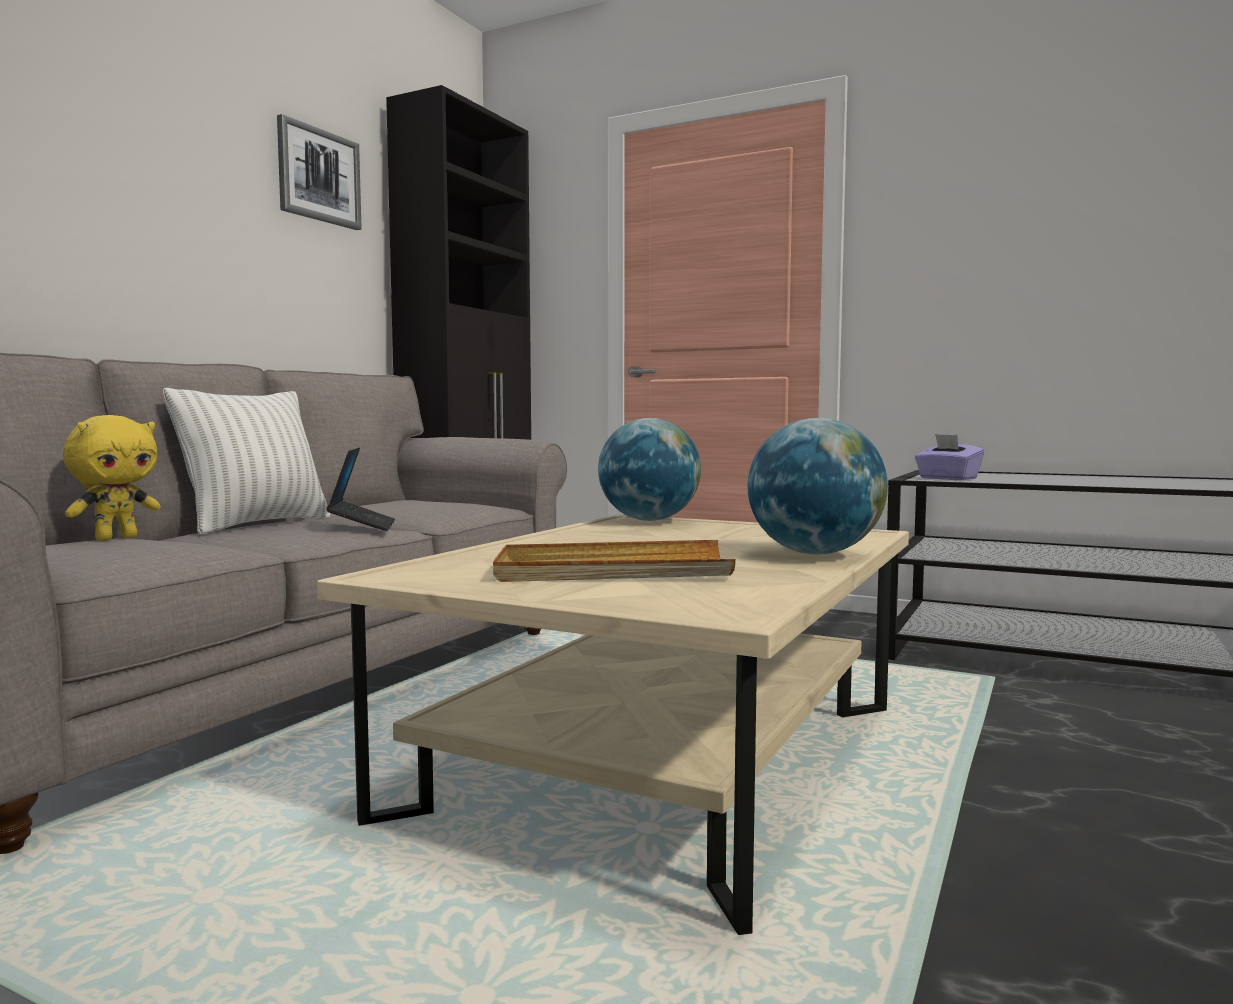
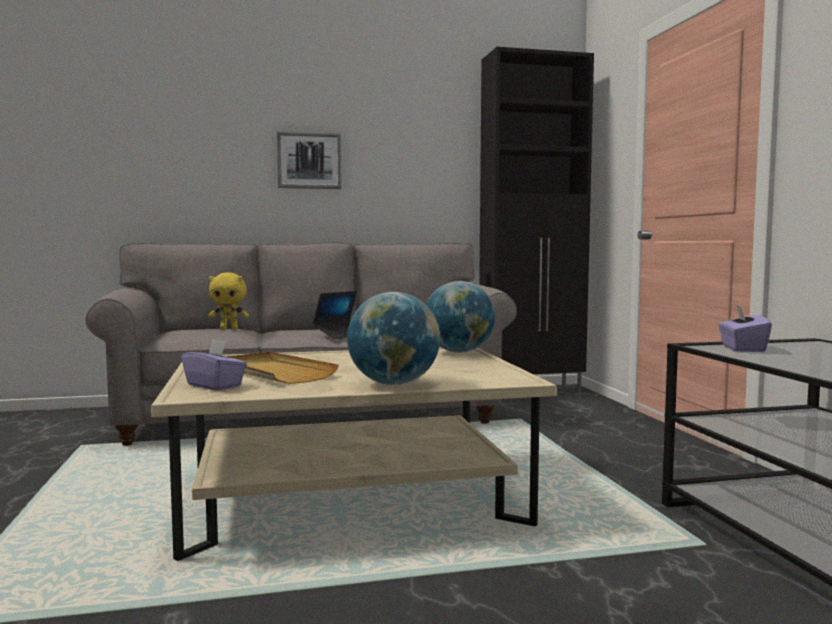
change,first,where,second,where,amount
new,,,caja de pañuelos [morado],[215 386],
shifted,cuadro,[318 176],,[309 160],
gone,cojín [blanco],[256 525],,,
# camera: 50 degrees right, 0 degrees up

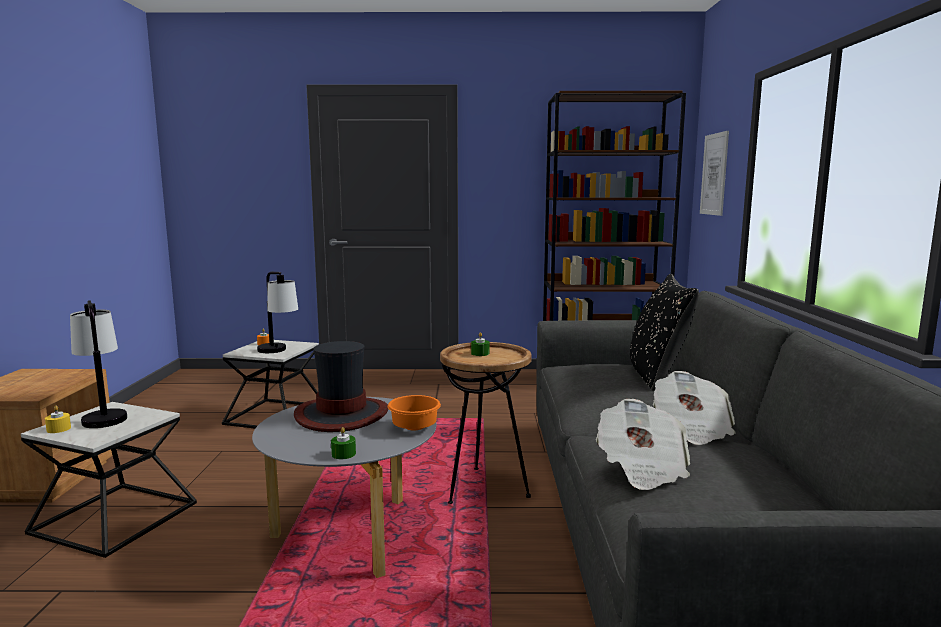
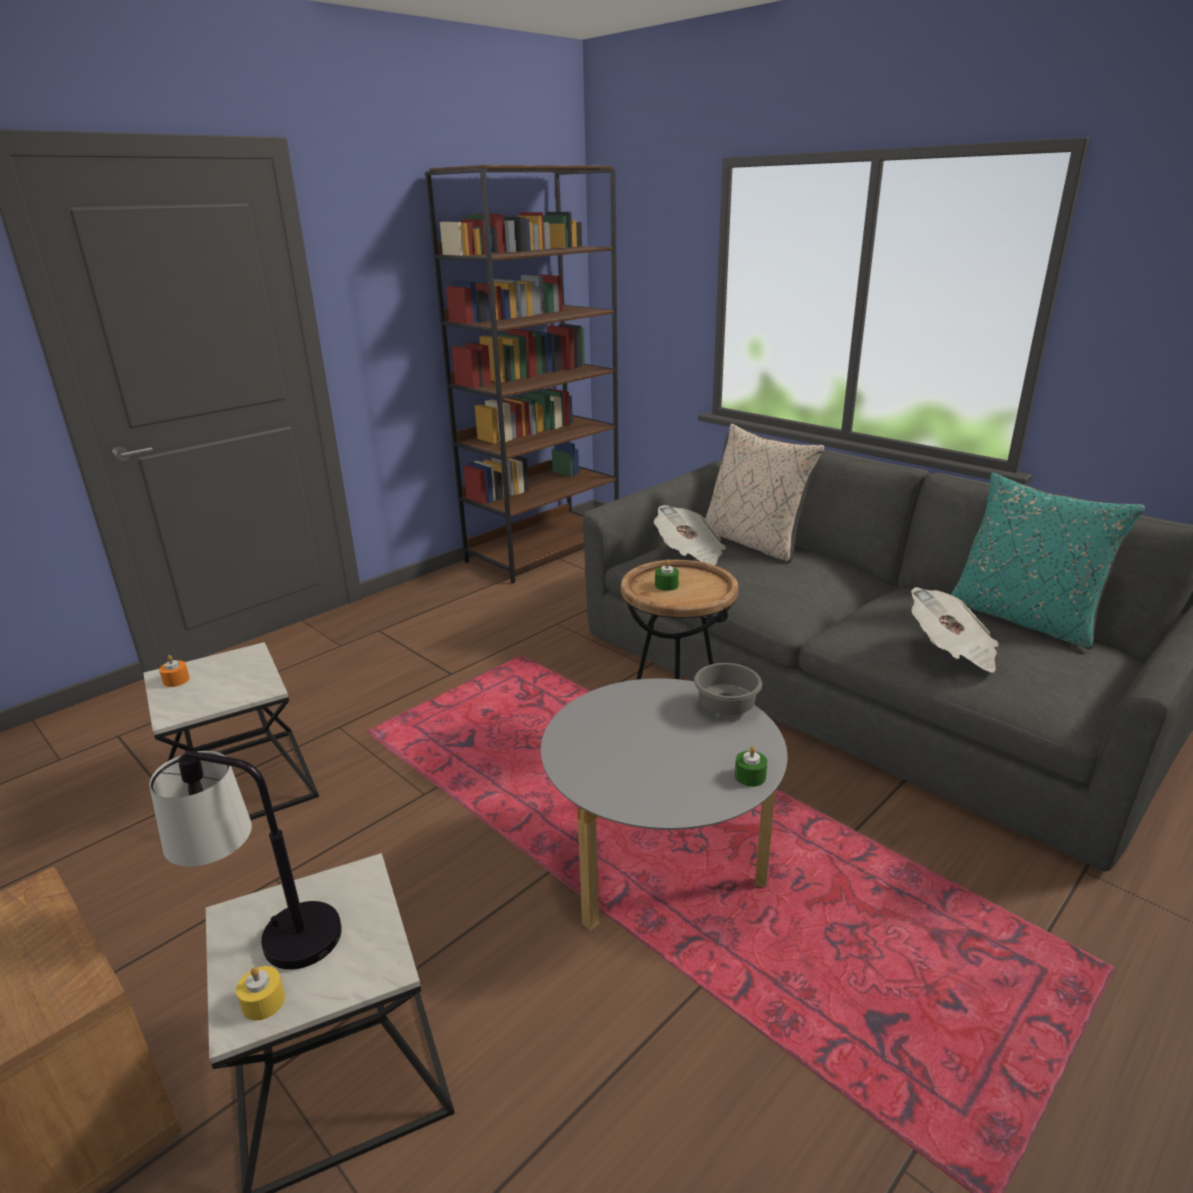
change,first,where,second,where,amount
shifted,periódico,[692 428],,[690 553],
repainted,cuenco [naranja],[414 428],cuenco [gris],[728 708],
repainted,cojín [negro],[657 375],cojín [beis],[754 542],
new,,,cojín [turquesa],[1023 619],
gone,lámpara de mesa,[279 352],,,
gone,sombrero,[341 415],,,
gone,cuadro,[714 174],,,
# camera: 45 degrees left, 15 degrees up

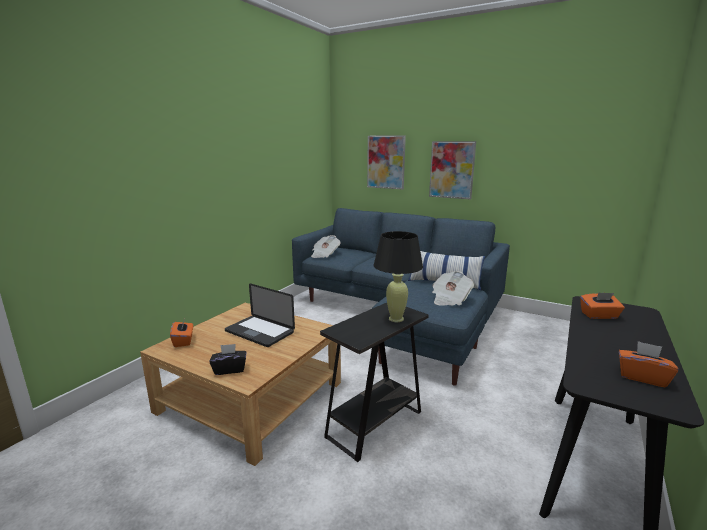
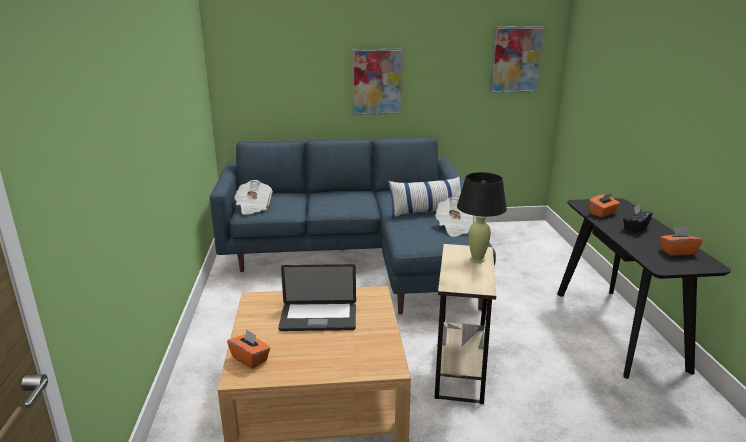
change,first,where,second,where,amount
repainted,mesa auxiliar [negro],[374 424],mesa auxiliar [beis],[460 369],
shifted,cuadro,[386 162],,[516 60],
shifted,caja de pañuelos [negro],[230 369],,[635 228],
# camera: 35 degrees left, 5 degrees up

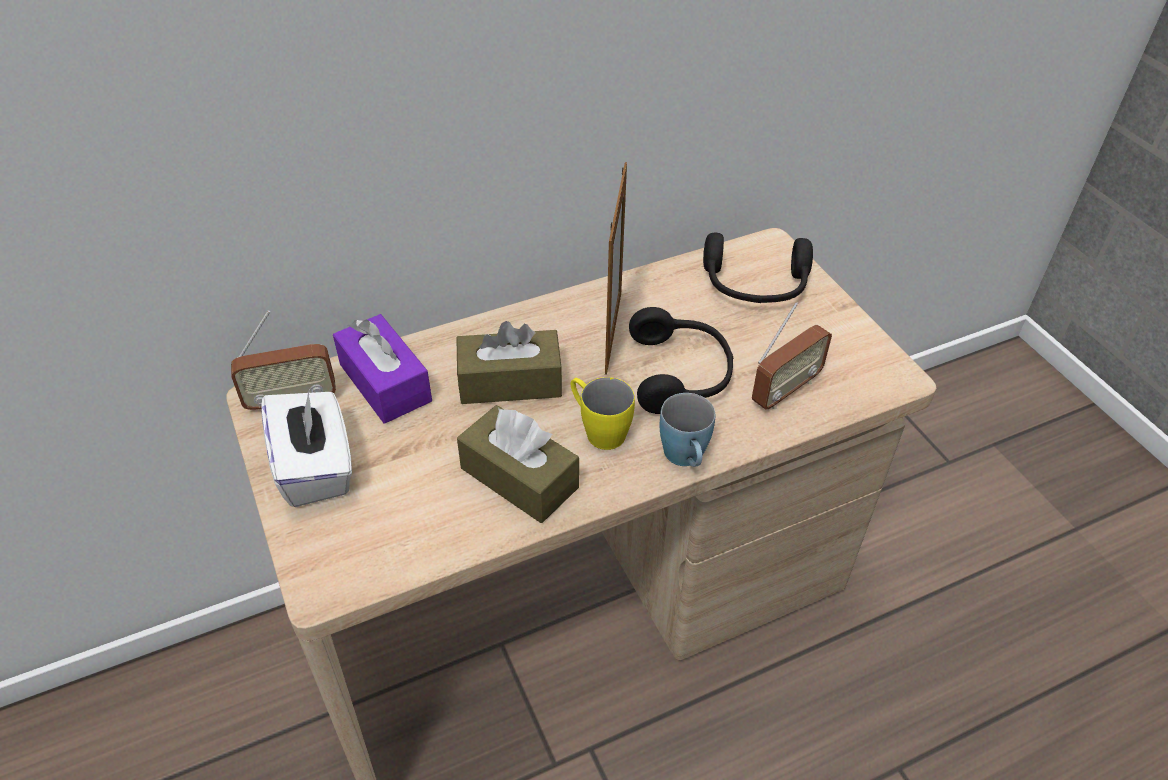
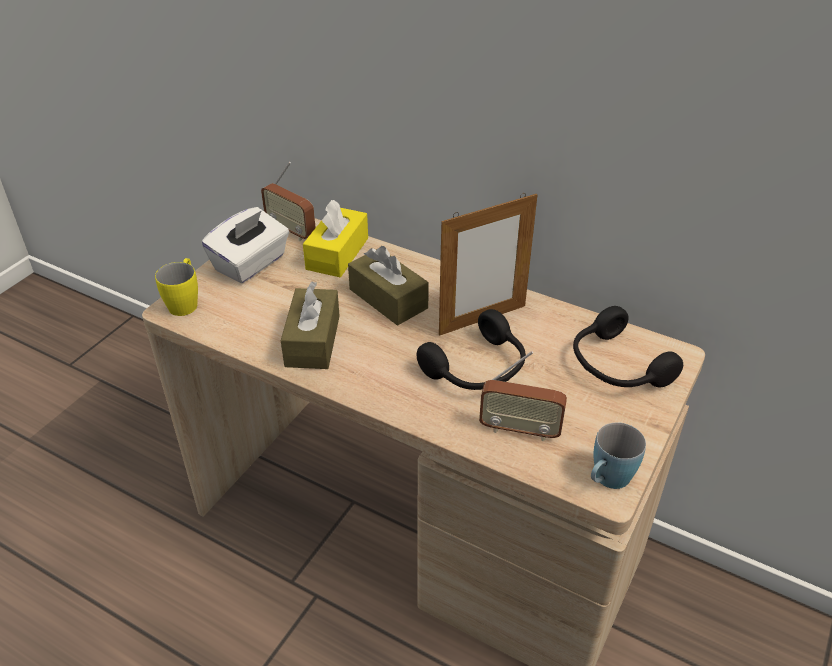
change,first,where,second,where,amount
shifted,taza grande [amarillo],[598 429],,[185 302],
repainted,caja de pañuelos [morado],[385 383],caja de pañuelos [amarillo],[337 253],
shifted,taza grande [azul],[686 459],,[607 480],
# camera: 55 degrees right, 5 degrees down

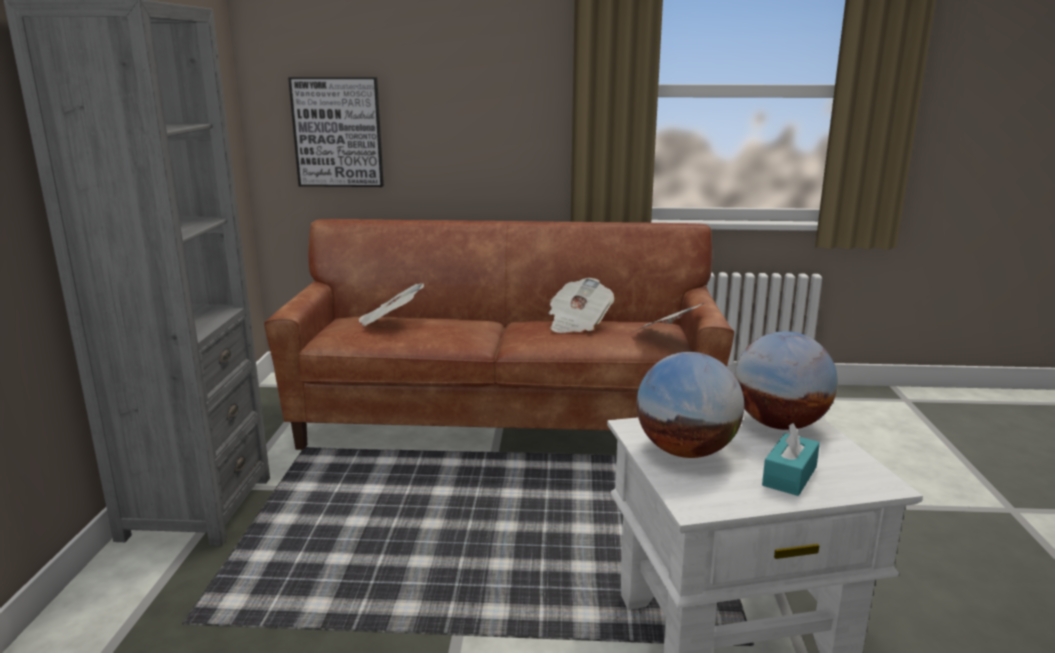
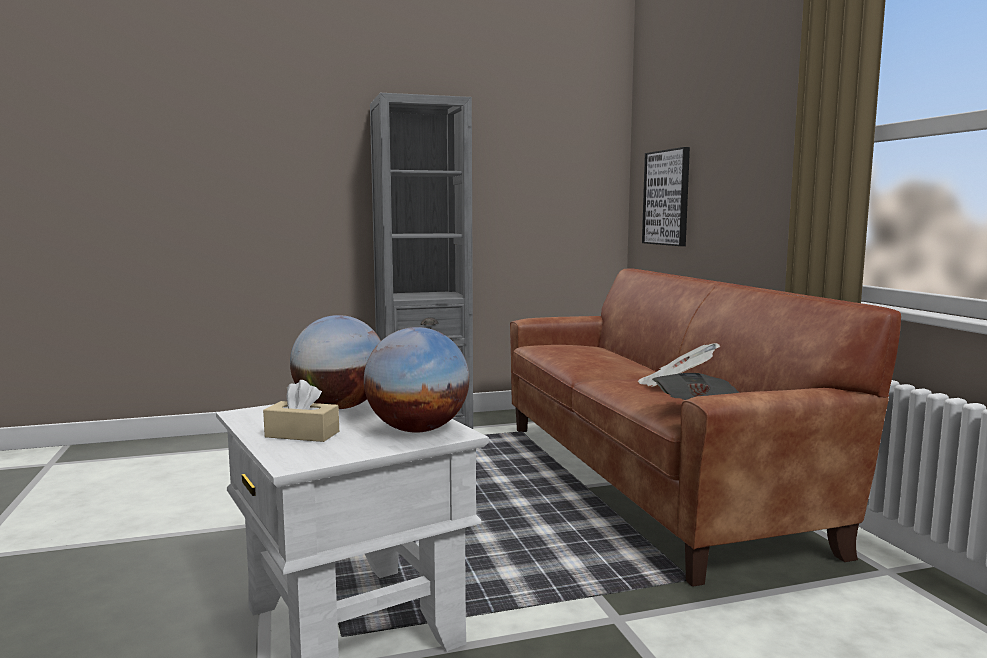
change,first,where,second,where,amount
repainted,caja de pañuelos [turquesa],[789 476],caja de pañuelos [beis],[302 434],
gone,periódico,[390 322],,,
# camera: 70 degrees right, 10 degrees down

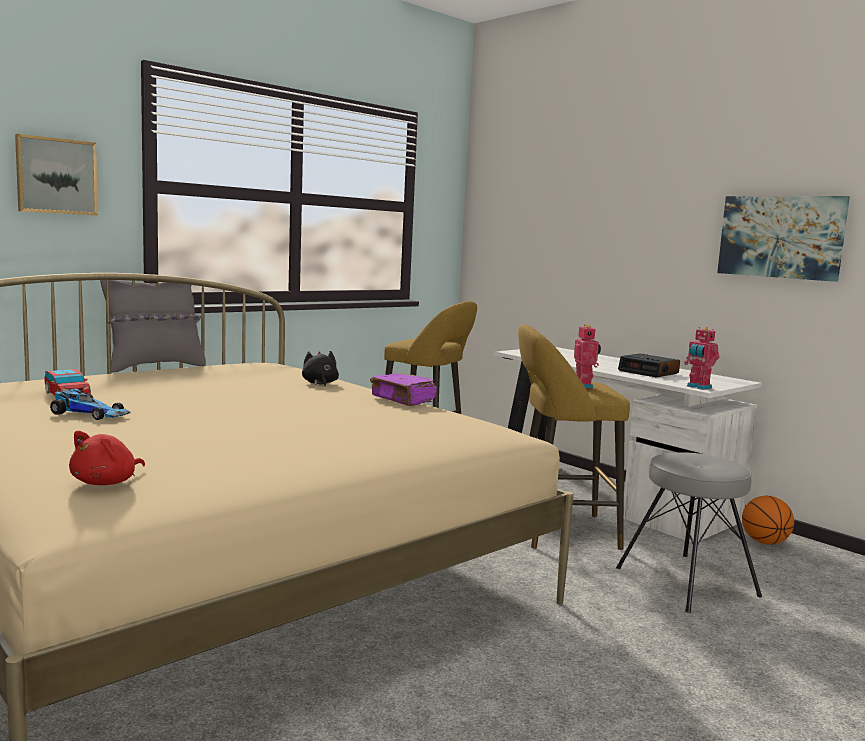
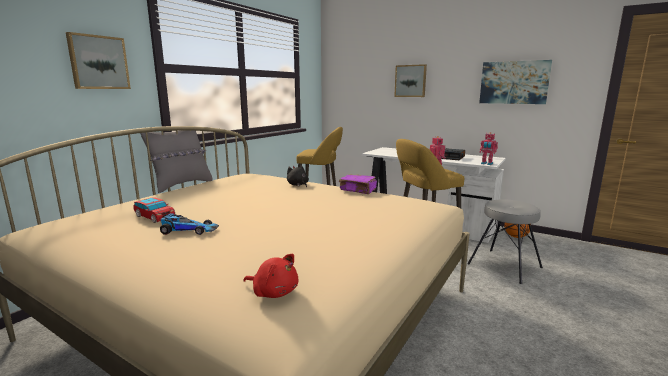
change,first,where,second,where,amount
rotated,peluche [rojo],[107 482],,[274 292],75 degrees counterclockwise
new,,,cuadro,[410 81],
# camera: 15 degrees left, 5 degrees up

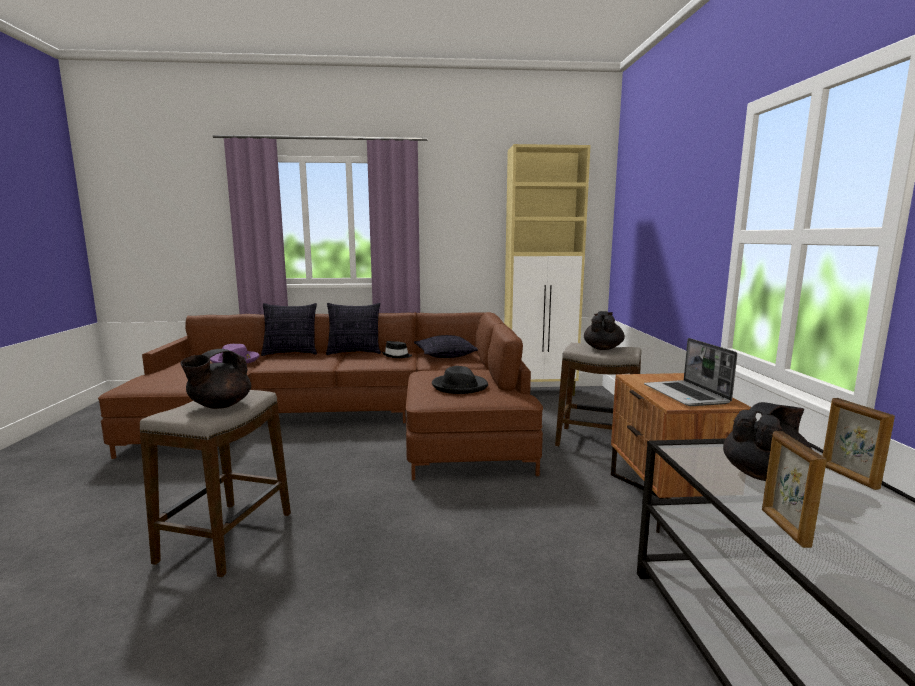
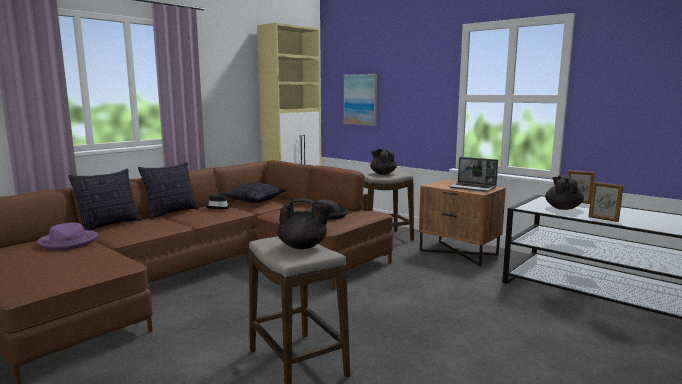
change,first,where,second,where,amount
rotated,tetera [negro],[220 405],,[303 246],75 degrees counterclockwise
new,,,cuadro,[360 99],
# camera: 45 degrees left, 0 degrees up

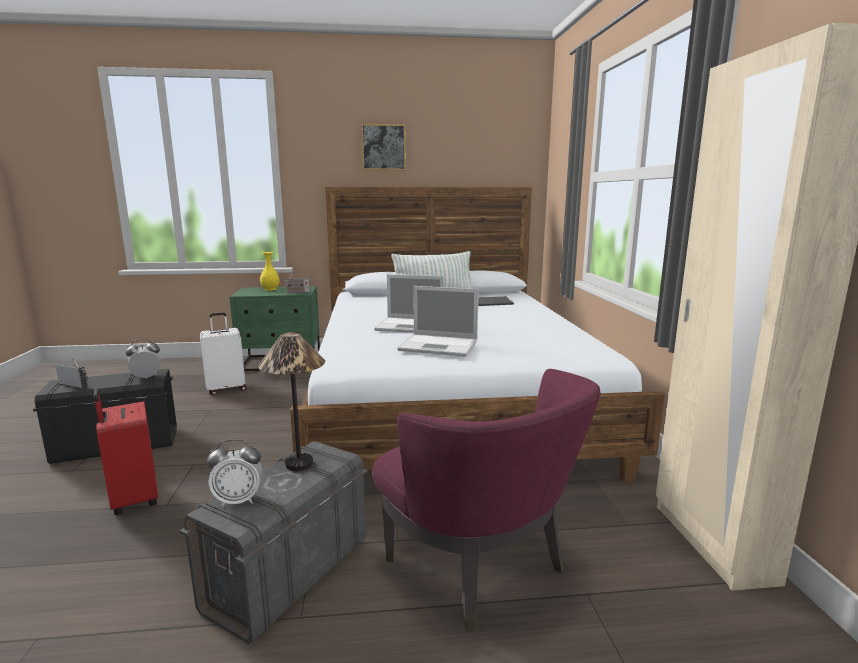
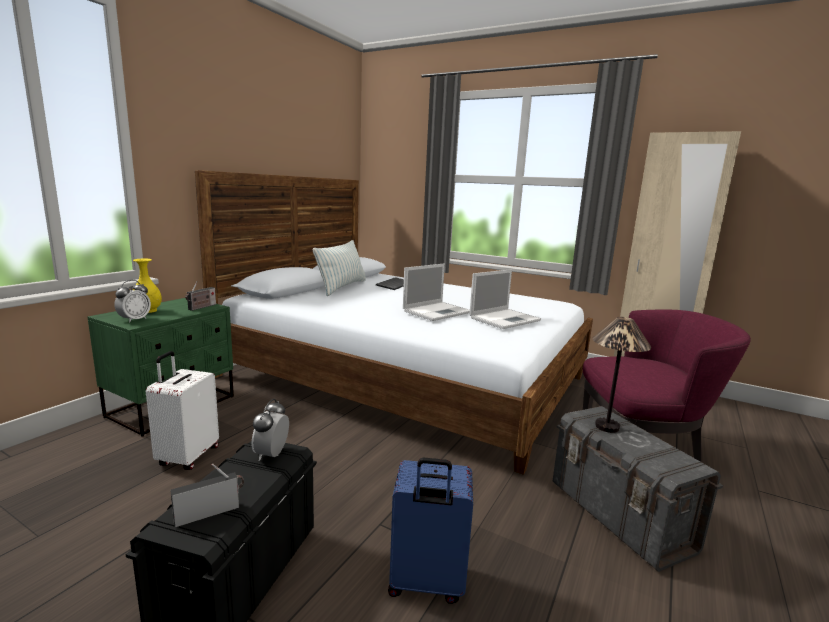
change,first,where,second,where,amount
shifted,despertador,[238 500],,[134 320],
repainted,maleta [rojo],[133 500],maleta [azul],[426 583],
gone,cuadro,[383 147],,,
# camera: 55 degrees left, 0 degrees up

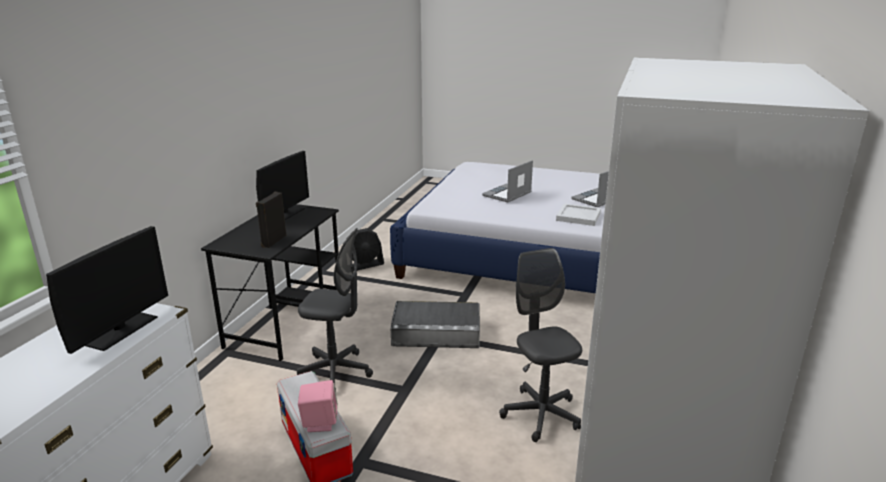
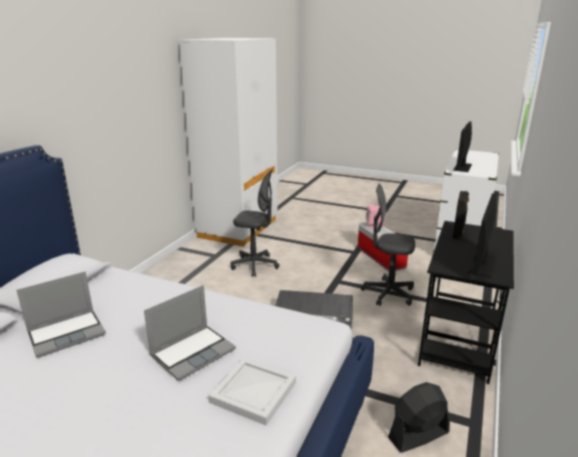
change,first,where,second,where,amount
shifted,bandeja [blanco],[578 216],,[254 393],
rotated,silla de oficina [gris],[541 415],,[255 265],60 degrees counterclockwise
# camera: 175 degrees left, 0 degrees up

